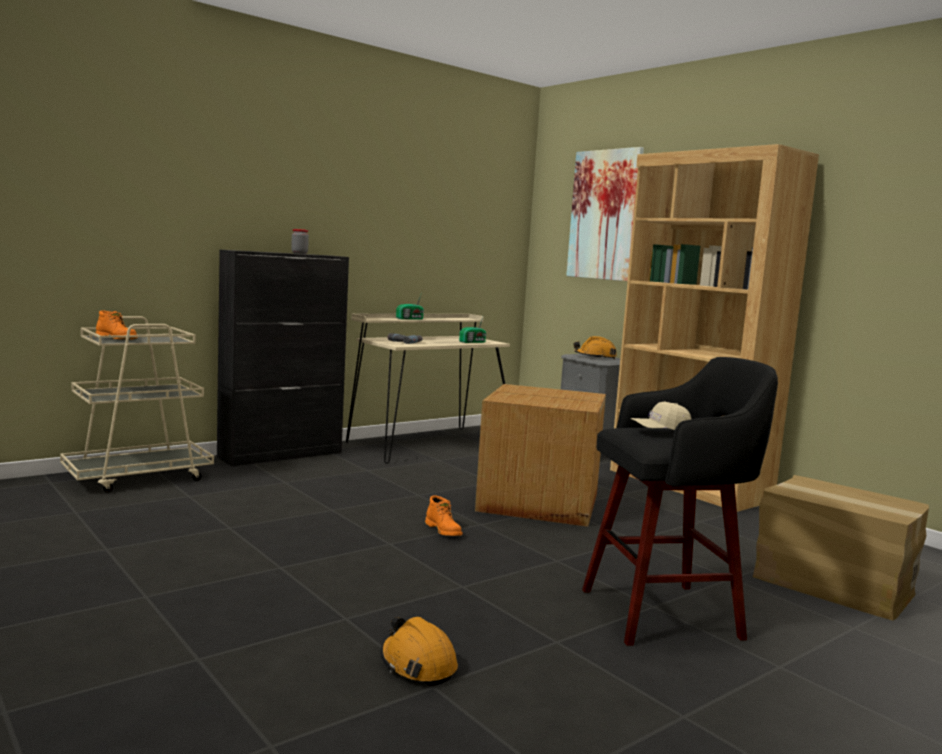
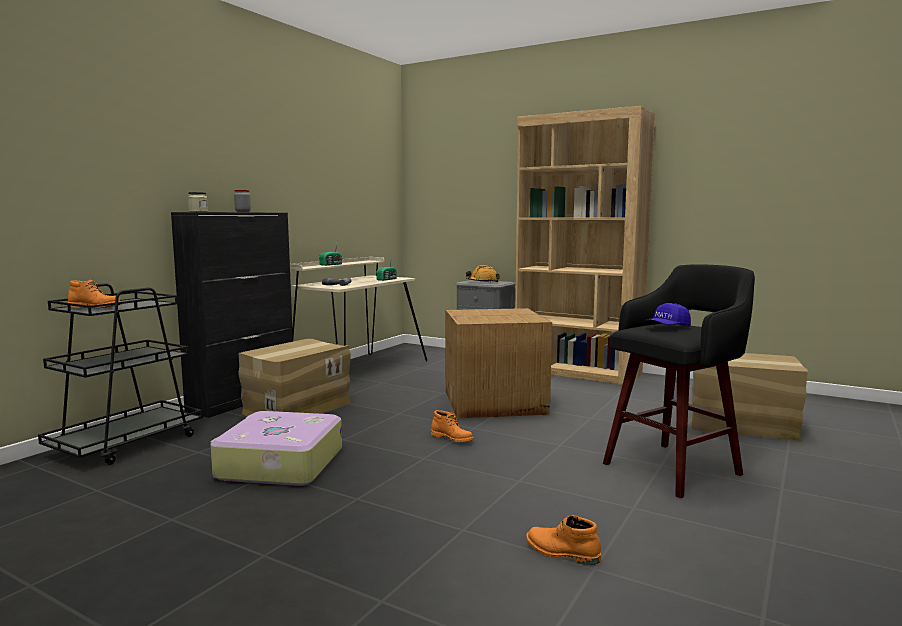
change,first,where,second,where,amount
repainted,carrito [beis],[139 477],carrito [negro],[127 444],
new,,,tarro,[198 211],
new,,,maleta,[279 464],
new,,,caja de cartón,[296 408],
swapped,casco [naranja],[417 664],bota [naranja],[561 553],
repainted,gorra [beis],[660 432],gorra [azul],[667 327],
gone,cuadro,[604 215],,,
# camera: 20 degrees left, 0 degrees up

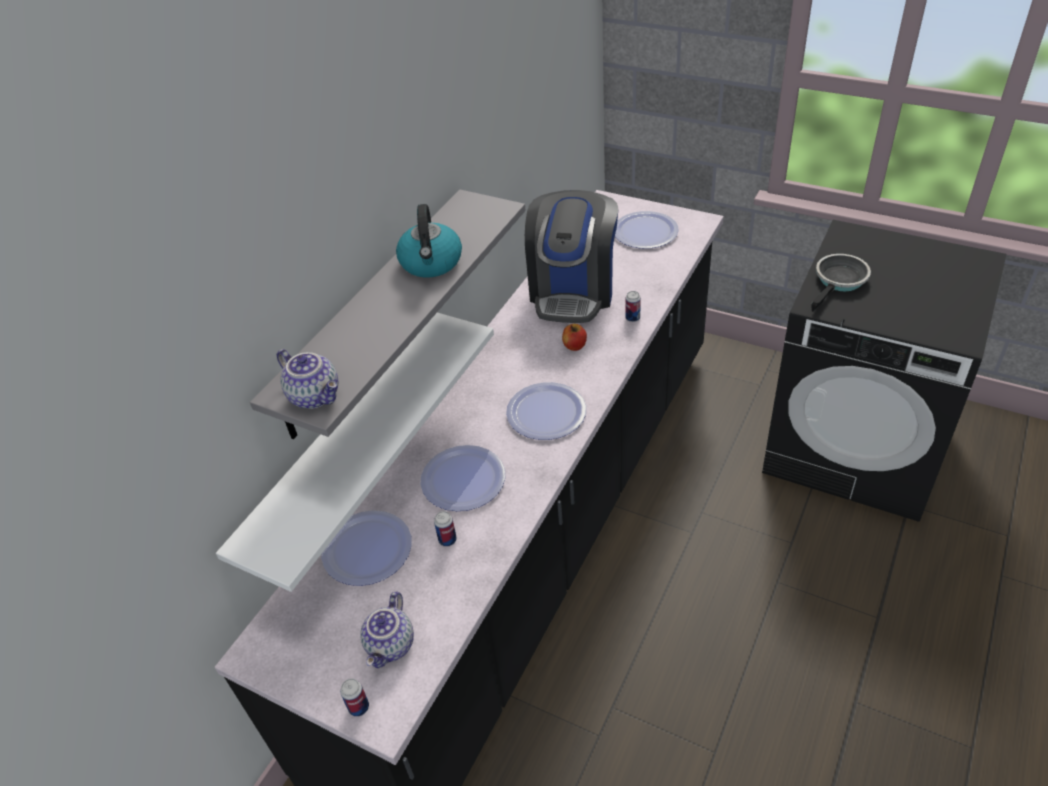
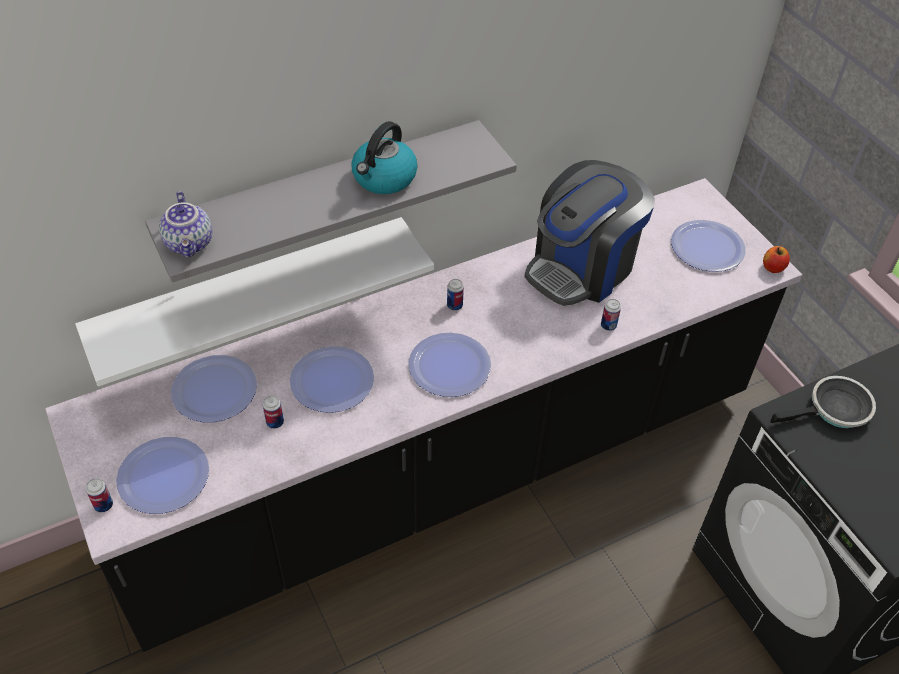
change,first,where,second,where,amount
swapped,tetera,[391 645],plato,[164 476],
new,,,lata,[454 305],
shifted,manzana,[574 346],,[773 267],
# camera: 30 degrees right, 5 degrees up

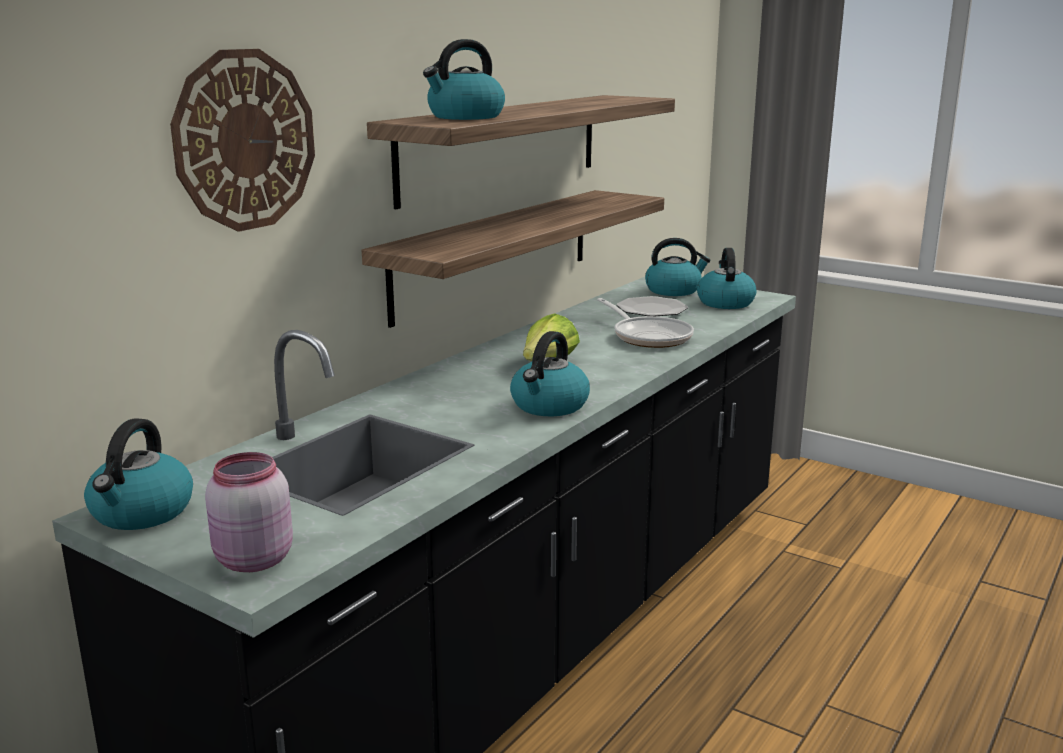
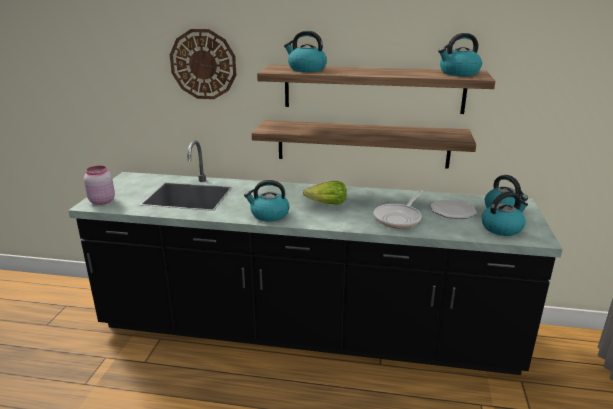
change,first,where,second,where,amount
shifted,hervidor,[142 512],,[458 73],
# camera: 65 degrees right, 5 degrees up

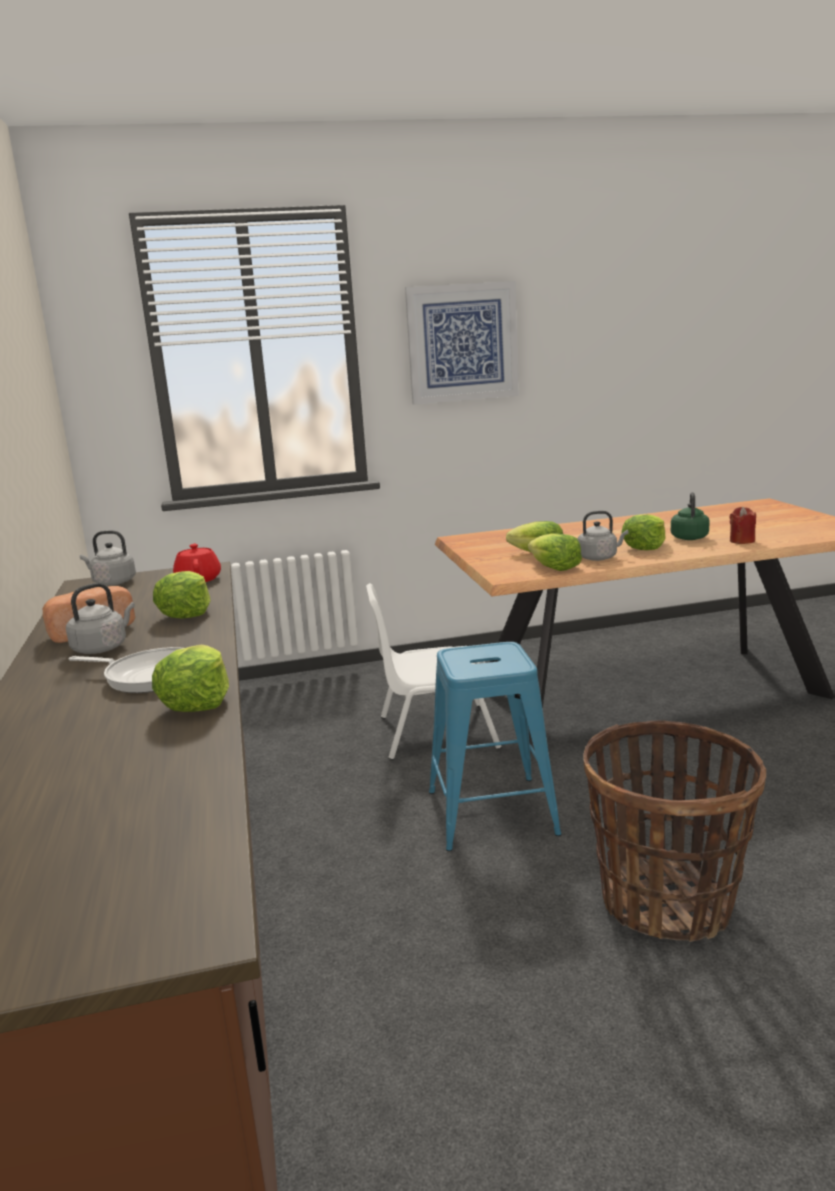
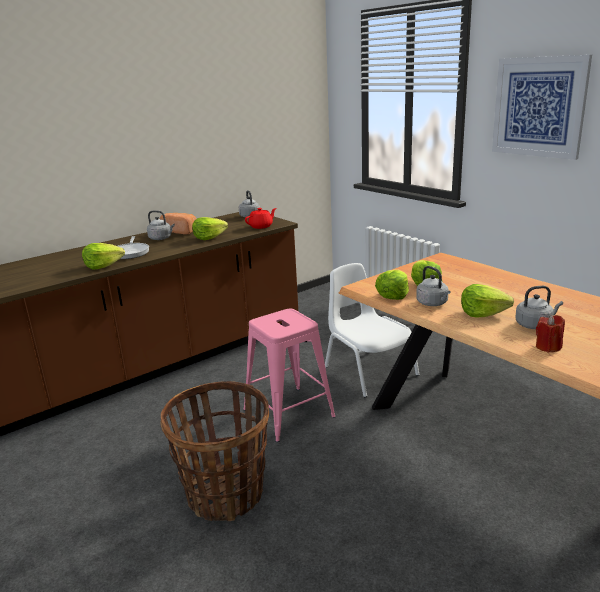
change,first,where,second,where,amount
repainted,taburete [azul],[491 813],taburete [rosa],[288 413],
repainted,hervidor [verde],[689 537],hervidor [gris],[535 325],
# camera: 65 degrees right, 5 degrees up

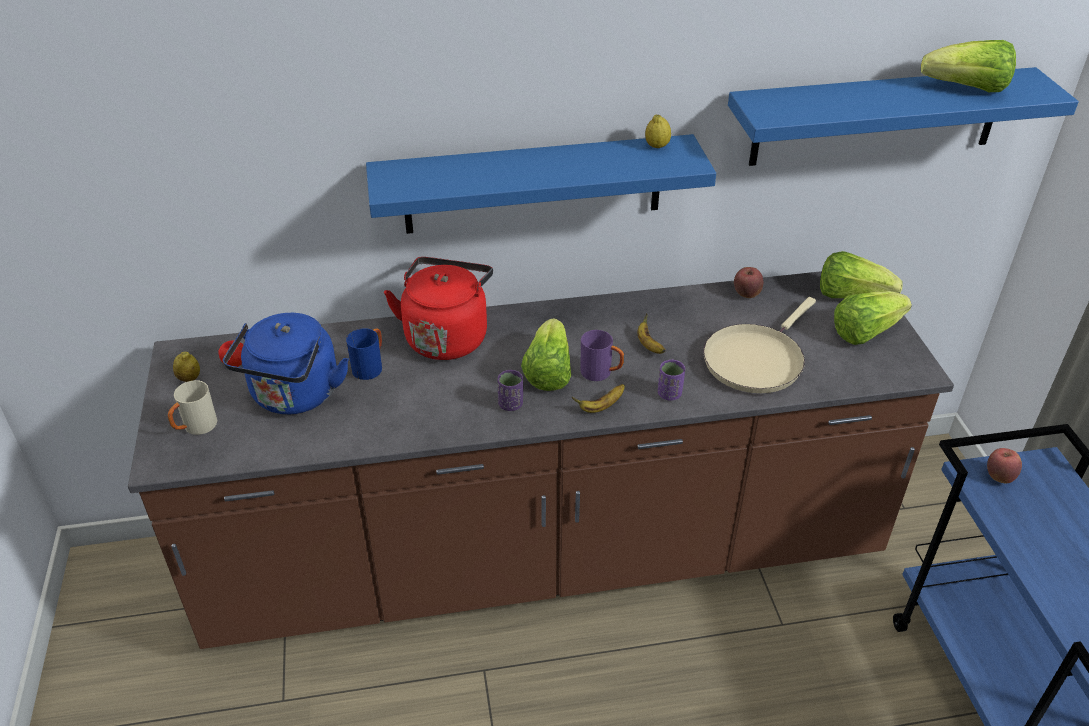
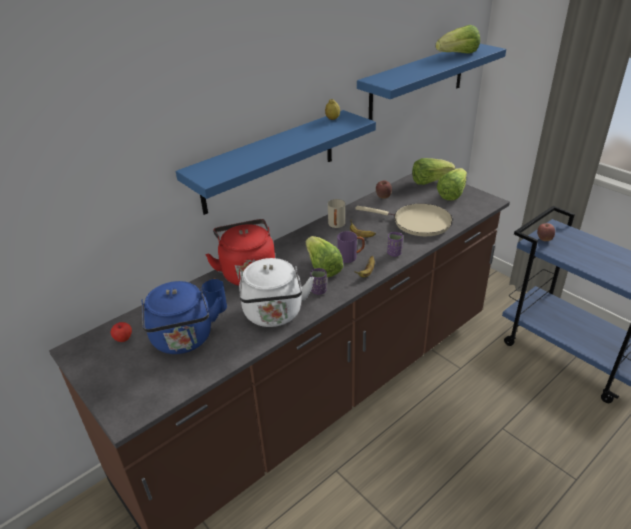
change,first,where,second,where,amount
new,,,hervidor [blanco],[274 315],
shifted,taza grande [beis],[195 428],,[336 225],
rotated,sartén [beis],[755 359],,[417 223],75 degrees counterclockwise
gone,limón,[189 378],,,
# camera: 30 degrees left, 5 degrees down

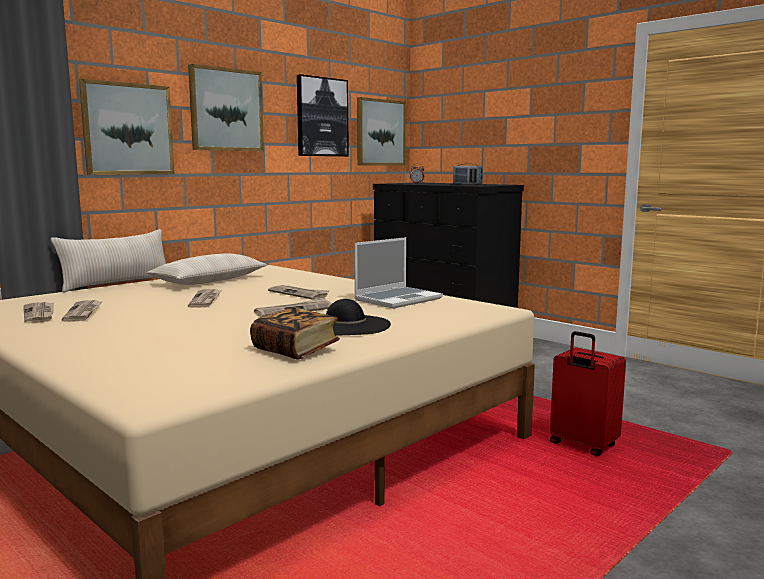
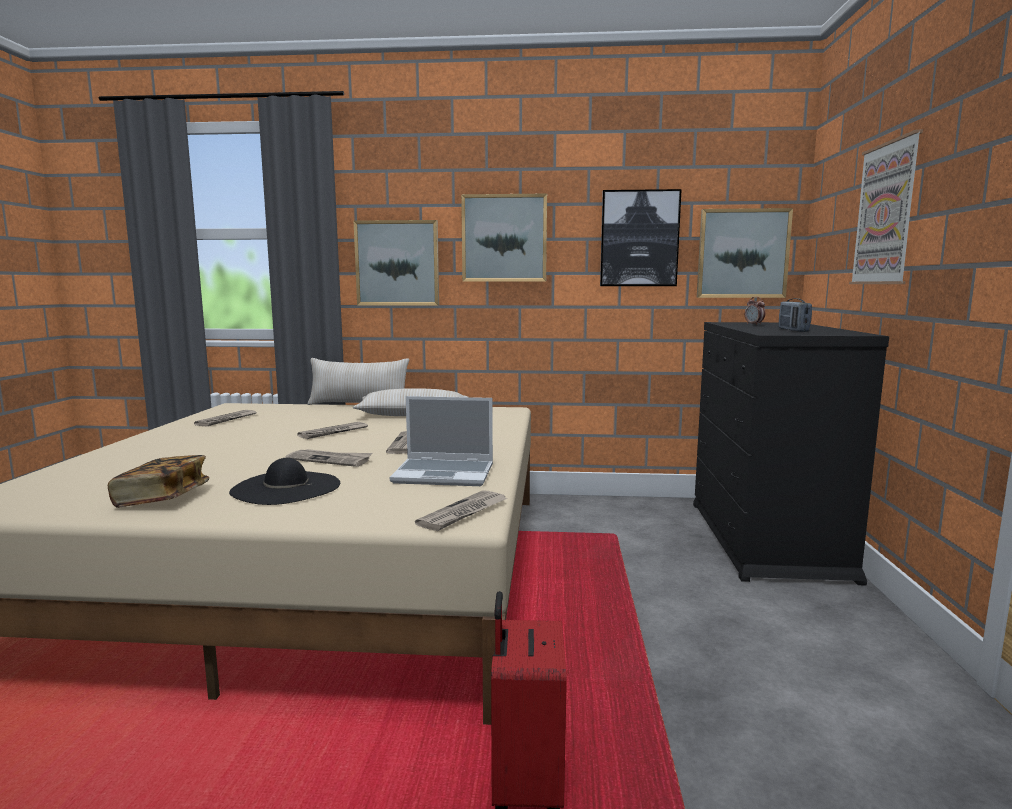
change,first,where,second,where,amount
shifted,periódico,[83 313],,[463 513],
new,,,cuadro,[885 214],
# camera: 50 degrees right, 0 degrees up

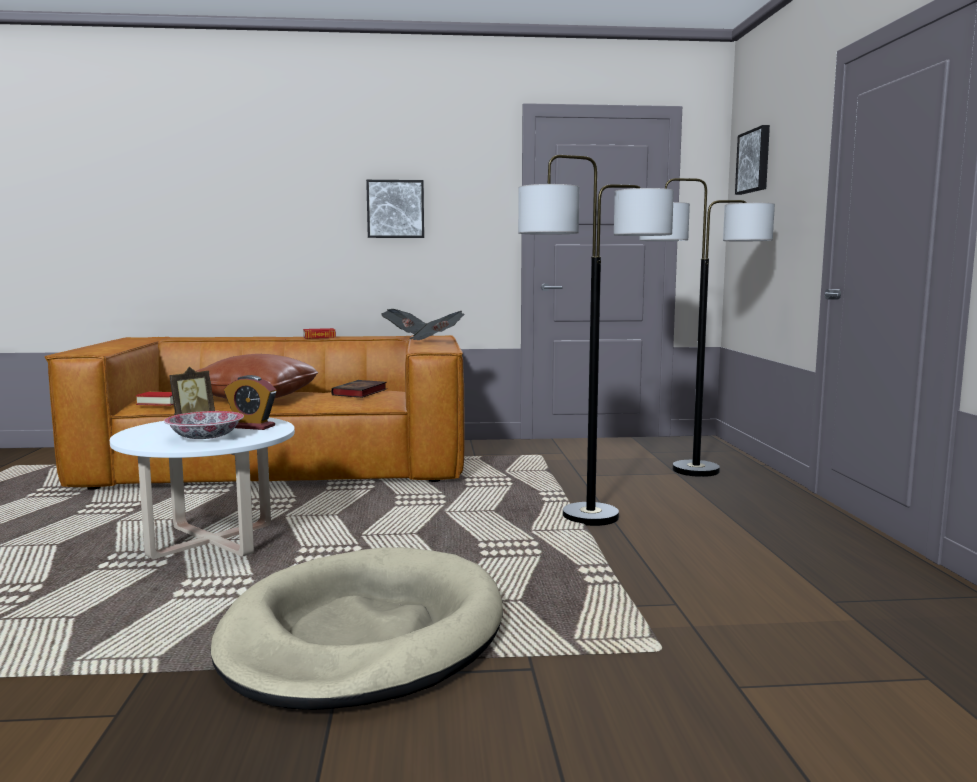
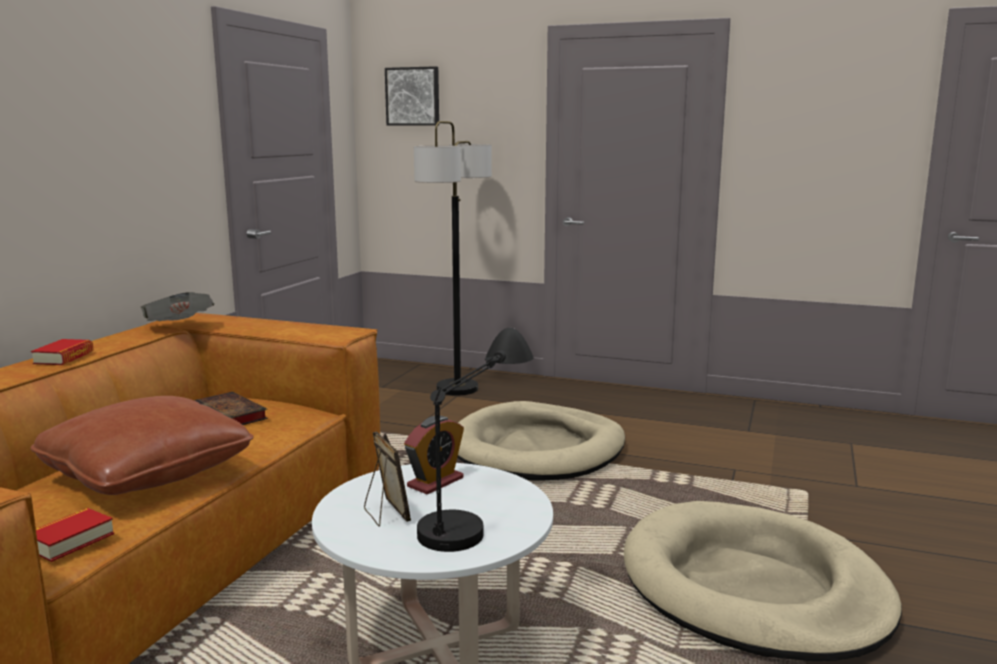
change,first,where,second,where,amount
swapped,cuenco,[205 437],lámpara de mesa [negro],[477 510],
swapped,lámpara de pie,[591 516],cama para perro [beis],[537 449],
gone,cuadro,[395 209],,,
gone,periódico,[437 341],,,
# camera: 65 degrees left, 5 degrees up

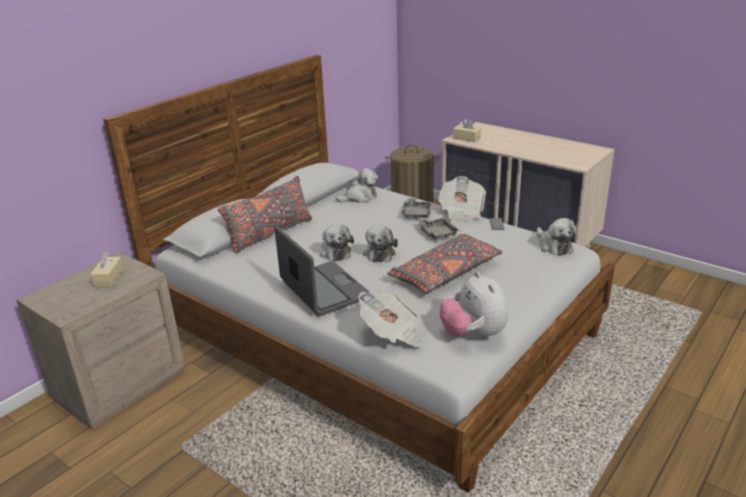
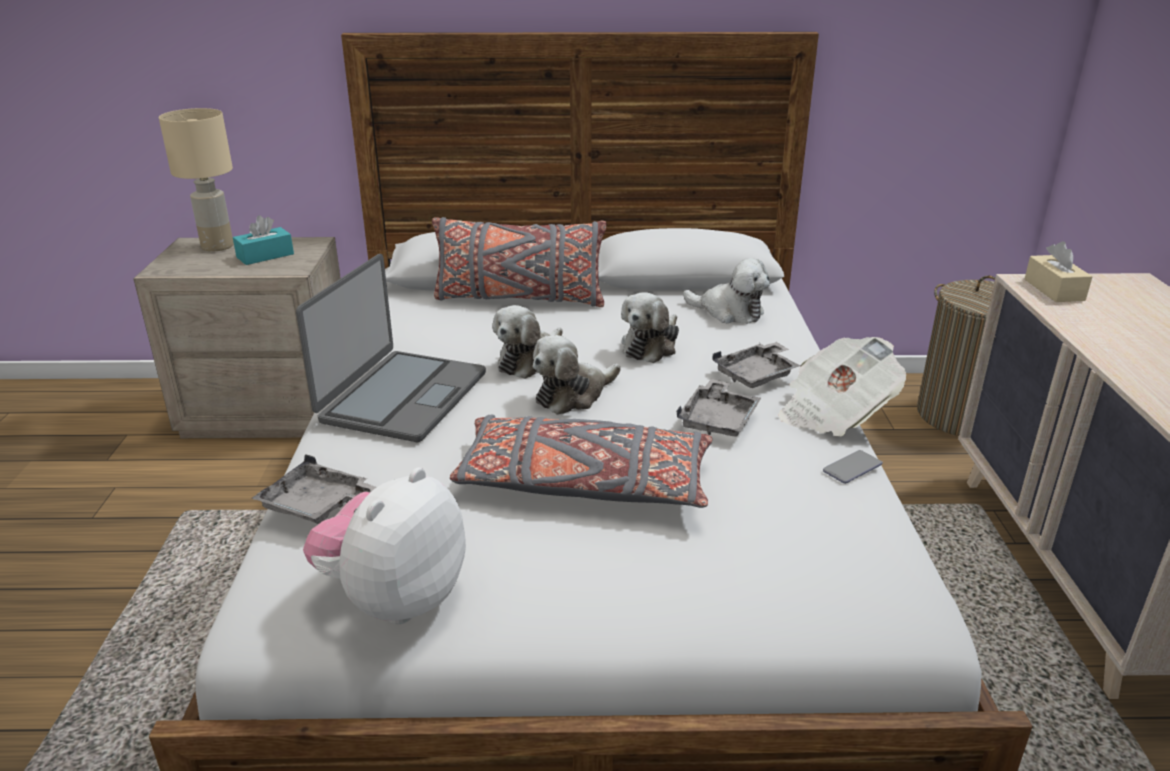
change,first,where,second,where,amount
new,,,lámpara de mesa [beis],[218 246],
repainted,caja de pañuelos [beis],[109 278],caja de pañuelos [turquesa],[265 256],
swapped,periódico,[392 333],bandeja [gris],[317 506],
shifted,peluche,[553 246],,[651 346],
# camera: 50 degrees right, 0 degrees up

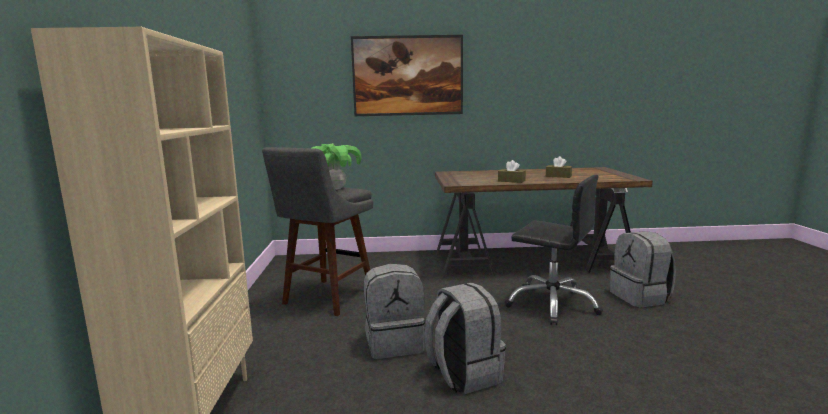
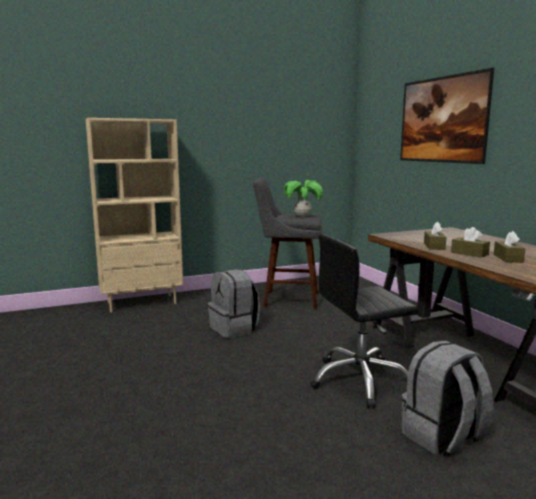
change,first,where,second,where,amount
rotated,silla de oficina [negro],[552 304],,[360 380],60 degrees clockwise
new,,,caja de pañuelos [marrón],[469 253],
gone,mochila [gris],[463 374],,,
# camera: 70 degrees right, 0 degrees up

